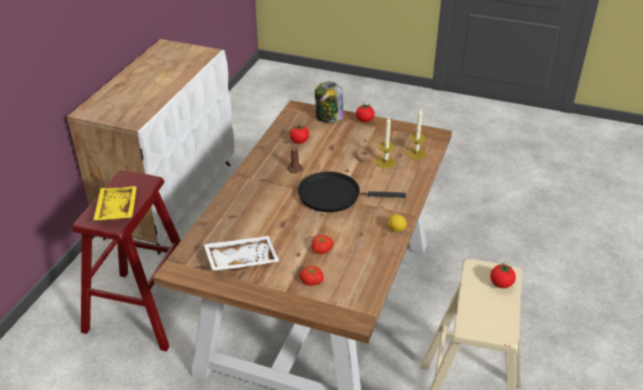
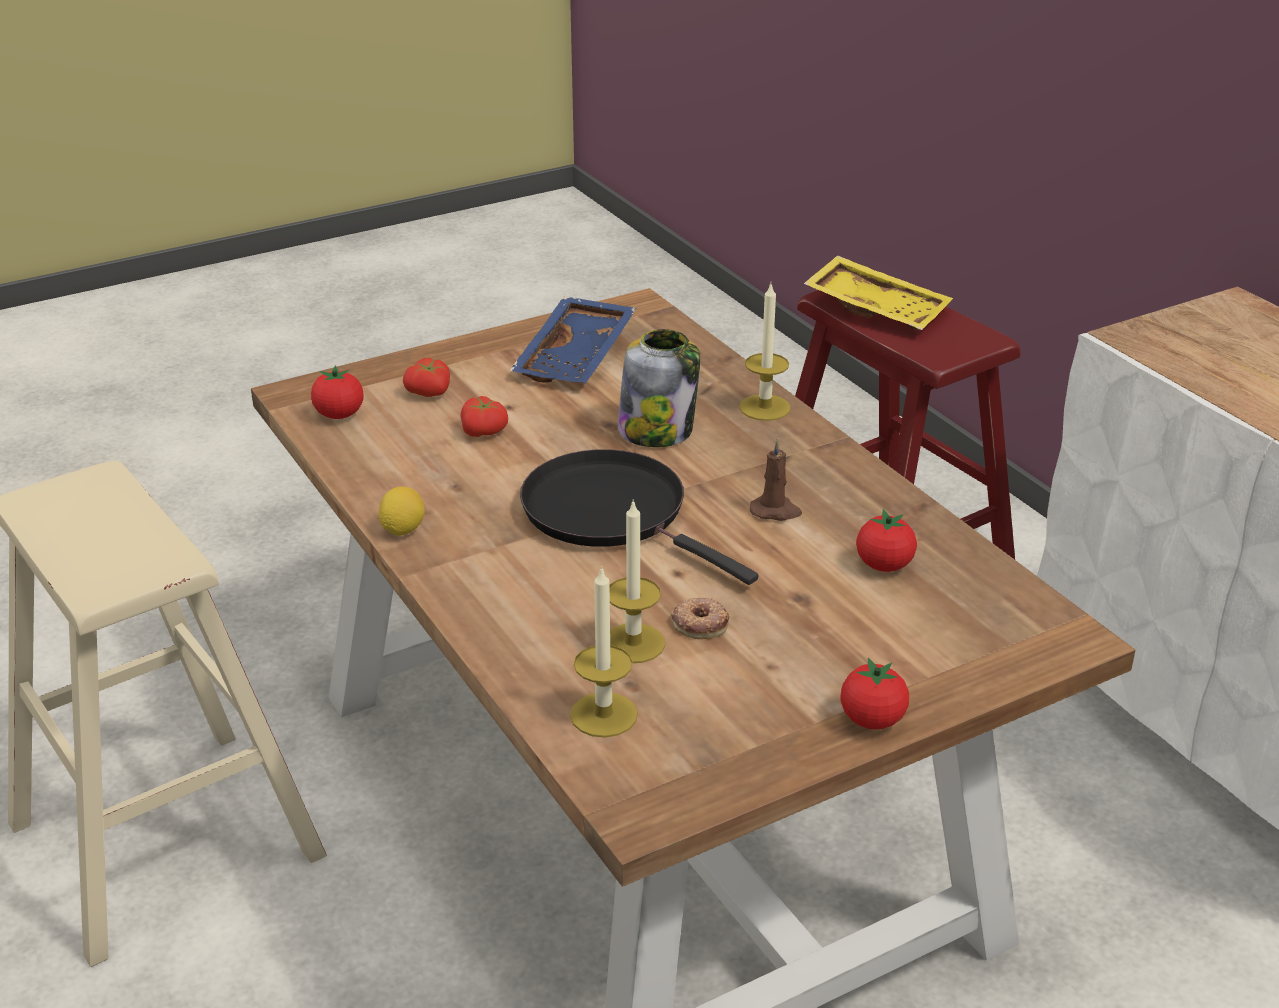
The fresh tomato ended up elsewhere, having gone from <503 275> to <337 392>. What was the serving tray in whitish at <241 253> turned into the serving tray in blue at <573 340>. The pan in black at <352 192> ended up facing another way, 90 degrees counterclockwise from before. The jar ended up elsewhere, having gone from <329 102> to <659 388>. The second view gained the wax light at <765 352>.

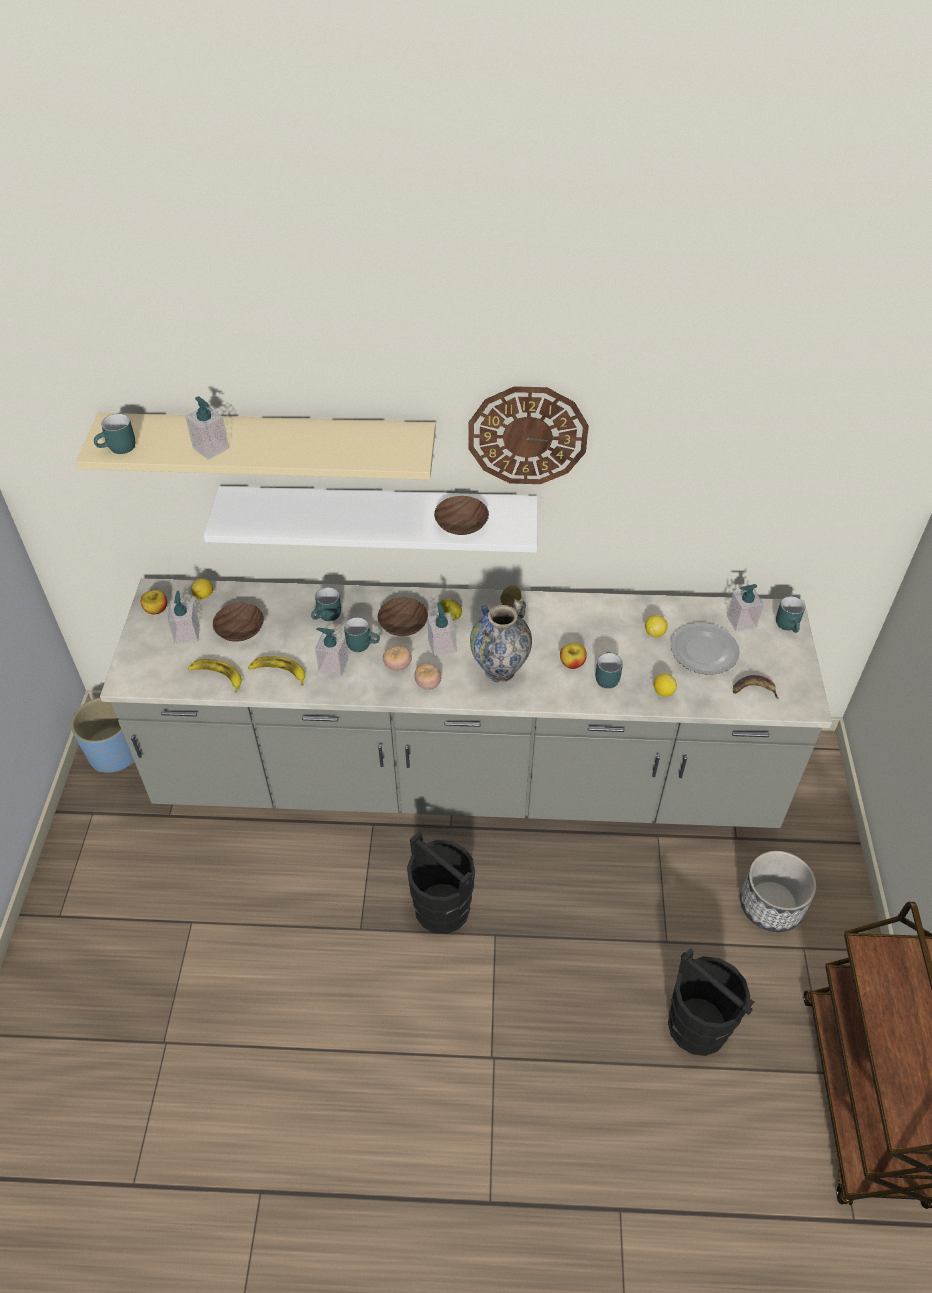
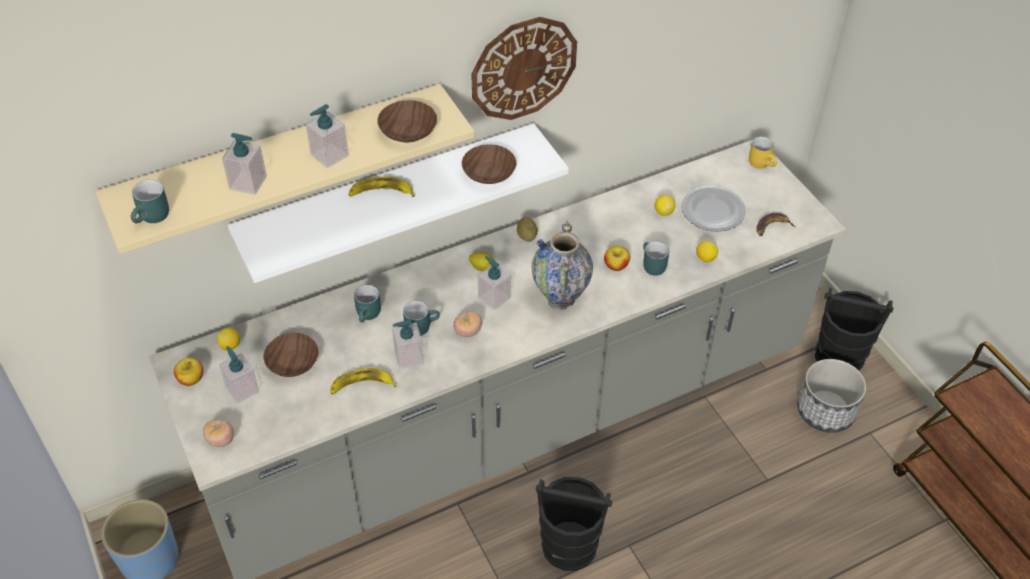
The fresh tomato ended up elsewhere, having gone from <427 676> to <218 433>. The soap bottle ended up elsewhere, having gone from <745 608> to <327 136>. The whole banana ended up elsewhere, having gone from <215 676> to <382 186>. The serving bowl in brownish ended up elsewhere, having gone from <403 617> to <407 121>. What was the tea mug in turquoise-coloured at <790 614> turned into the tea mug in yellow at <763 152>. The pail in black ended up elsewhere, having gone from <711 1002> to <854 329>.

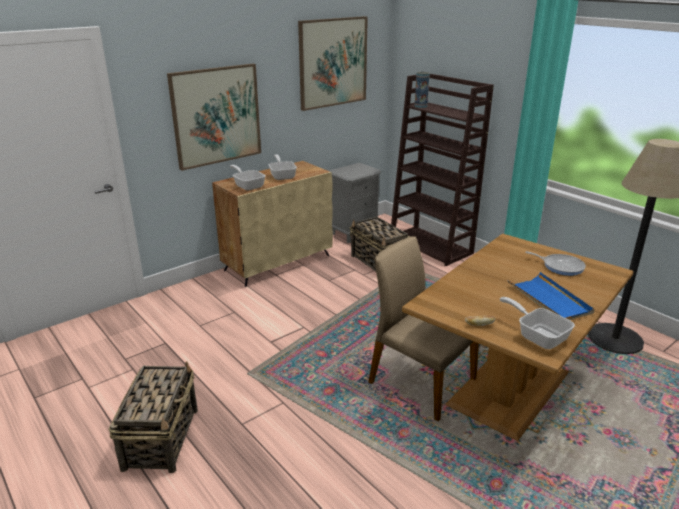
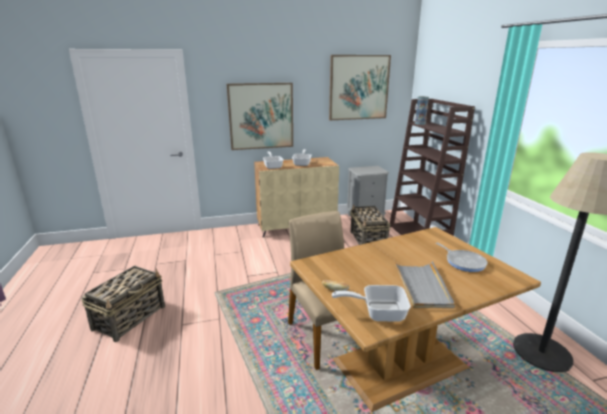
The pan at <537 323> ended up facing another way, 75 degrees counterclockwise from before. What was the serving tray in blue at <551 296> turned into the serving tray in gray at <424 284>.

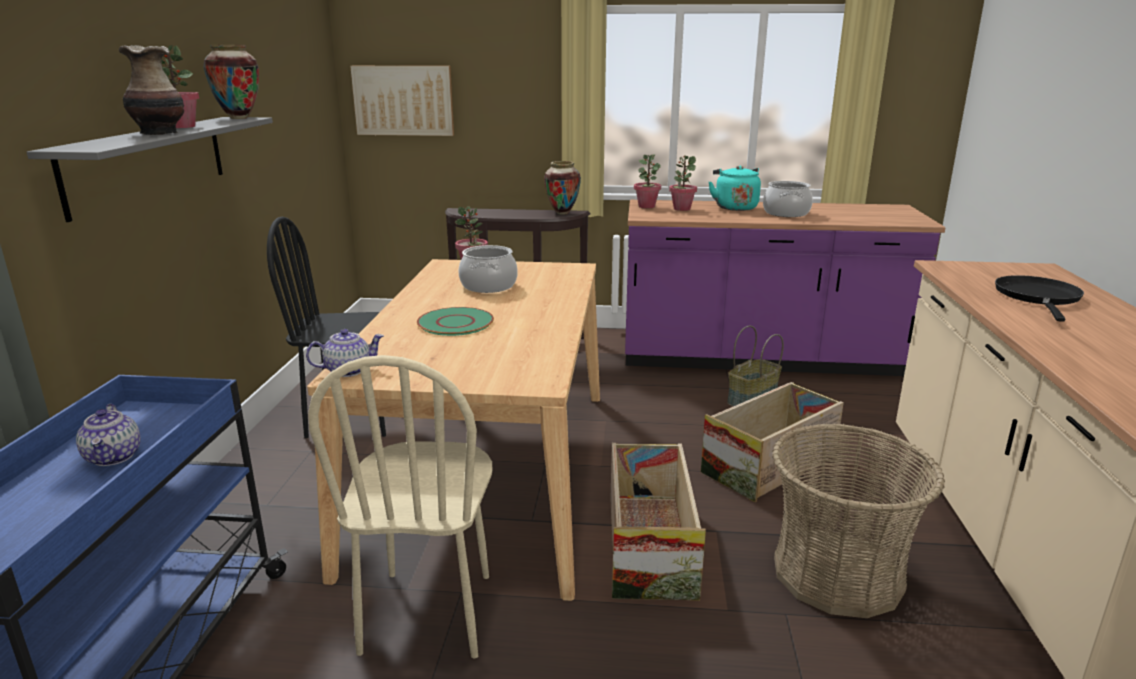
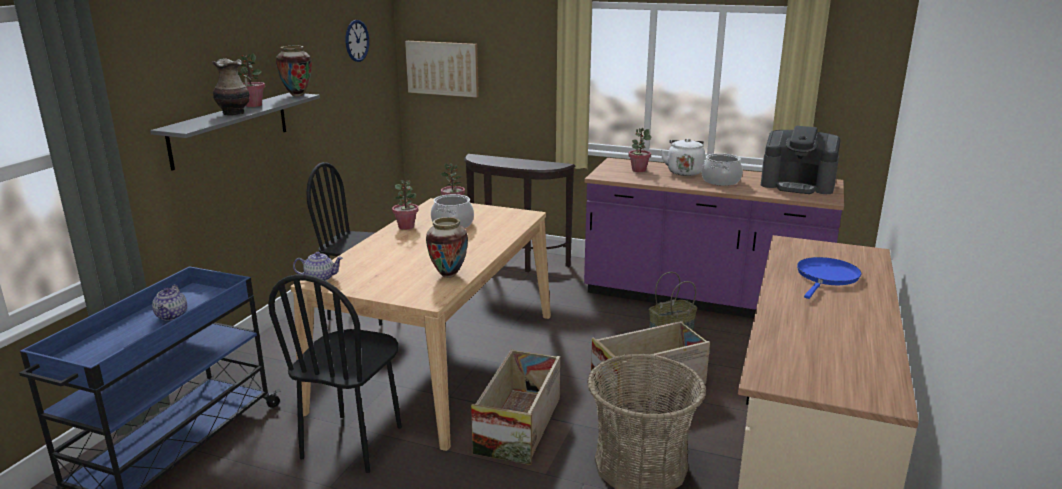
What was the upright chair in beige at <400 506> turned into the upright chair in black at <335 373>. The second view gained the hanging clock at <357 41>. The potted plant ended up elsewhere, having gone from <647 181> to <405 205>. The vase ended up elsewhere, having gone from <562 187> to <447 247>. What was the kettle in turquoise-coloured at <735 188> turned into the kettle in whitish at <683 157>. The second view gained the coffee maker at <800 160>. What was the pan in black at <1039 298> turned into the pan in blue at <829 278>. The second view lost the plate in green at <455 321>.

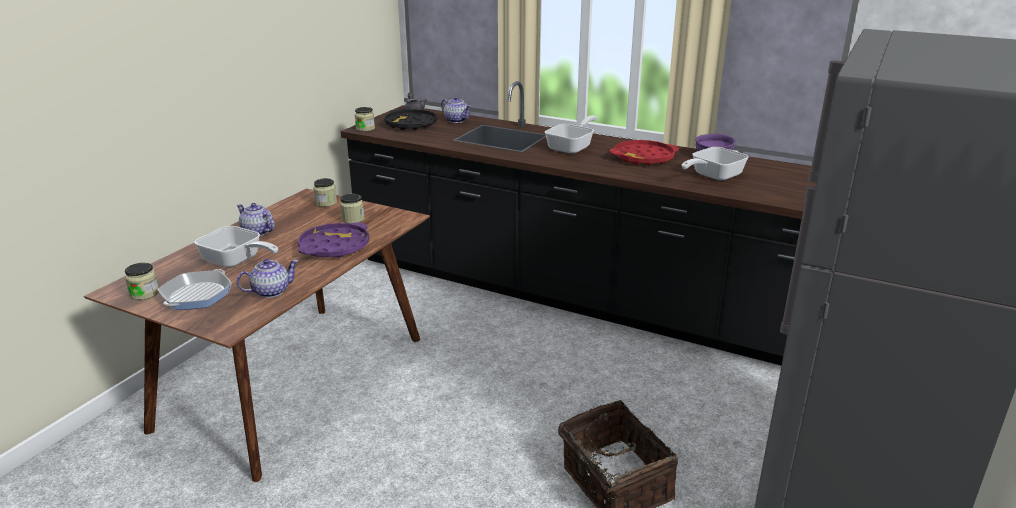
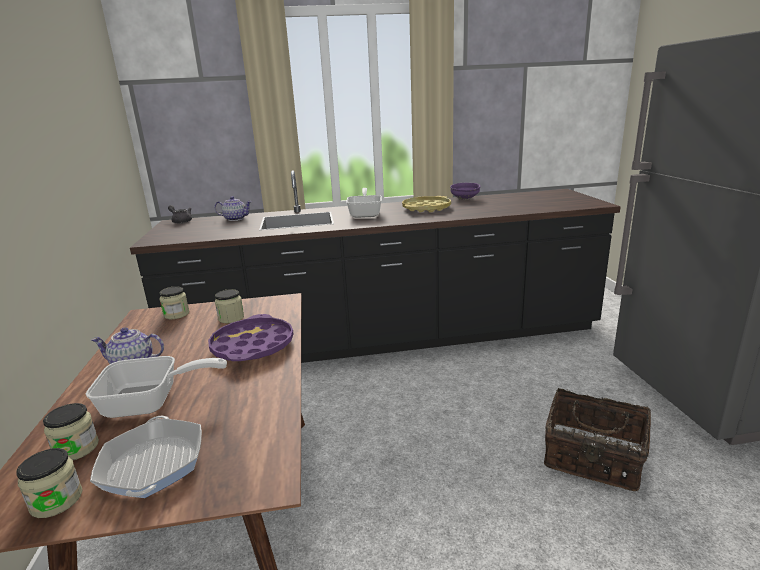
The jar ended up elsewhere, having gone from <365 119> to <71 431>. What was the serving tray in reddish at <644 153> turned into the serving tray in yellow at <426 204>. The second view lost the teapot at <267 278>. The second view lost the serving tray in black at <410 119>. The second view lost the pan at <715 164>.

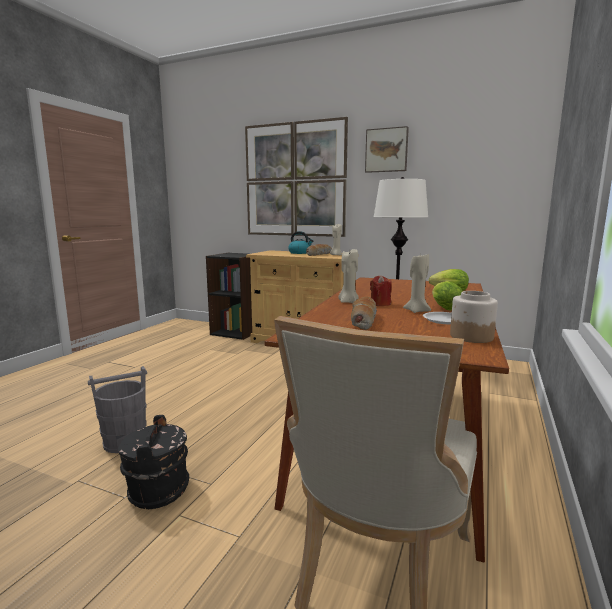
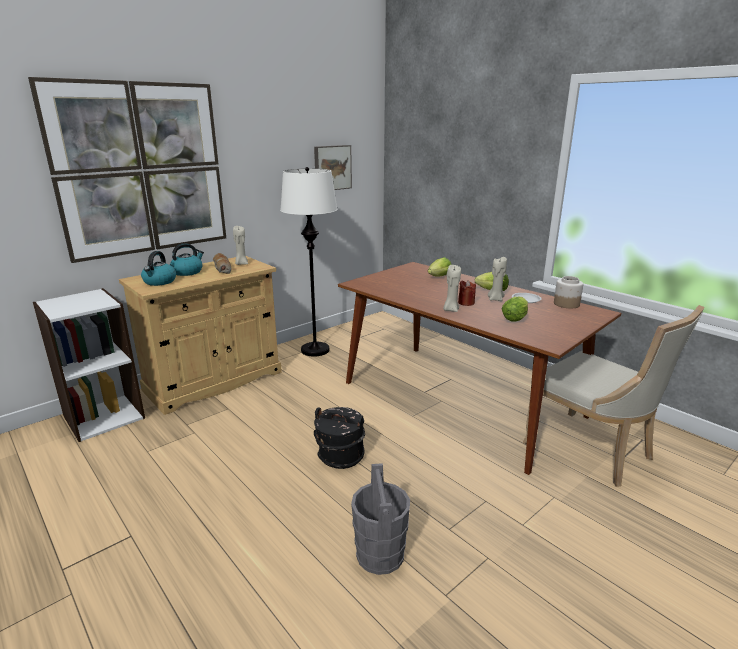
What was the shelving unit in black at <229 296> turned into the shelving unit in whitish at <89 365>. The second view gained the kettle at <158 268>. The pail in black ended up elsewhere, having gone from <153 462> to <339 438>. The wall picture ended up elsewhere, having gone from <387 149> to <333 167>. Where the bakery bread stood at <364 313>, the head of lettuce came to stand at <515 309>.

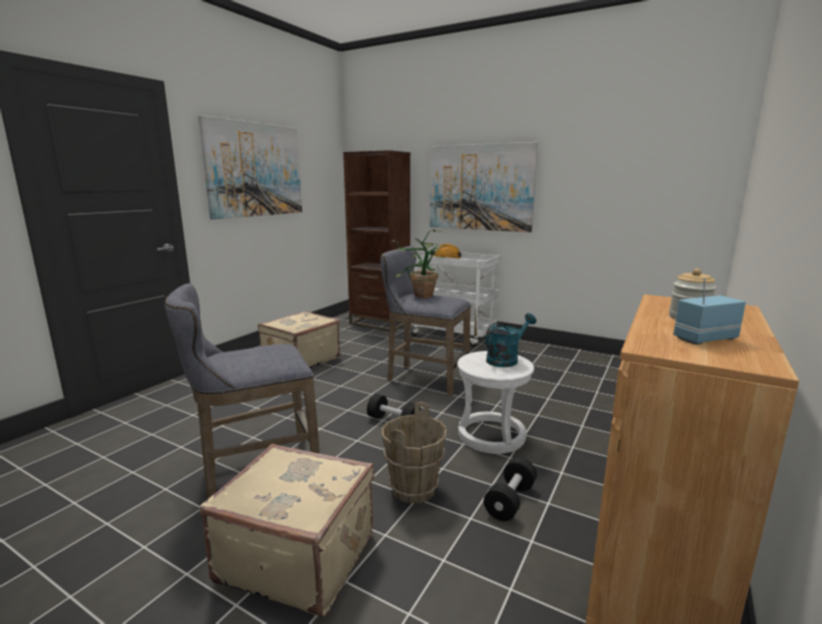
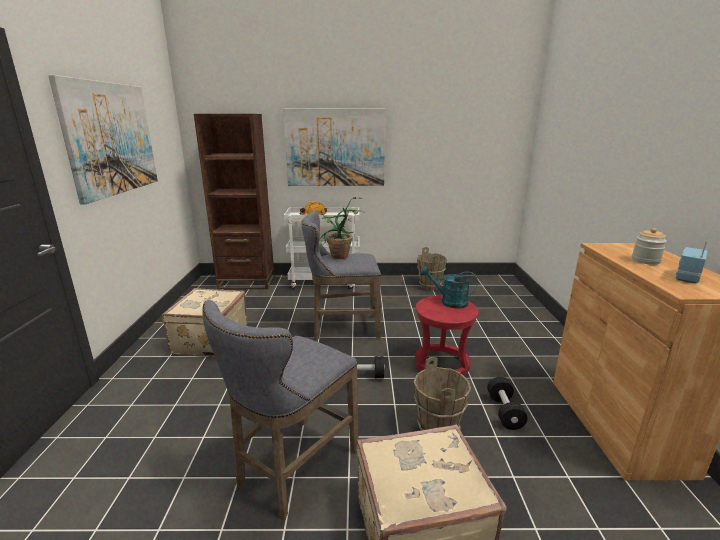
What was the stool in whitish at <495 402> turned into the stool in reddish at <447 336>. The second view gained the pail in brownish at <432 269>. The watering pot in turquoise-coloured at <511 340> ended up facing another way, 90 degrees counterclockwise from before.

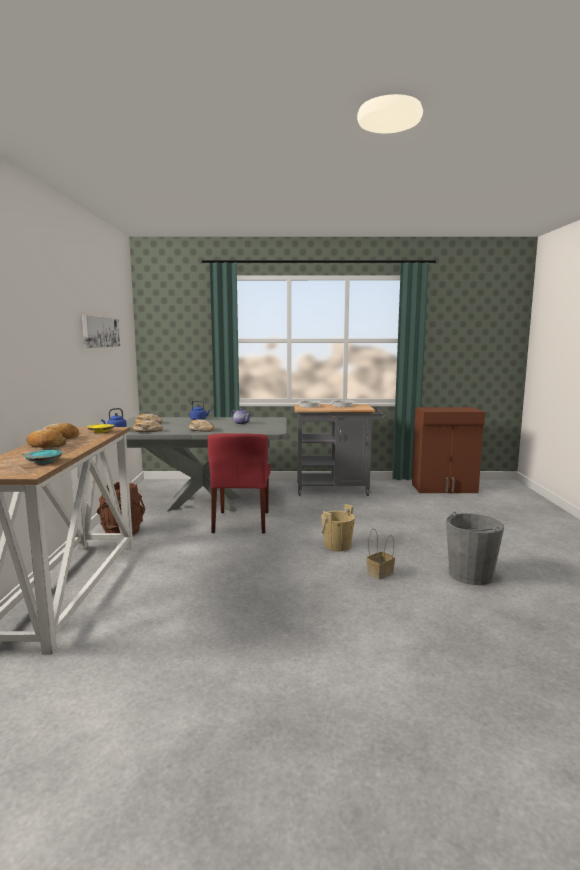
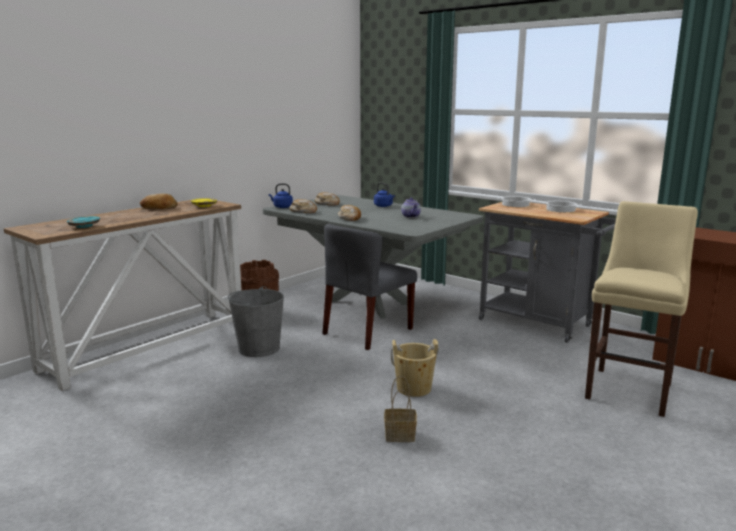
The pail in gray ended up elsewhere, having gone from <475 548> to <255 321>. What was the upright chair in reddish at <239 483> turned into the upright chair in gray at <369 287>. The second view gained the stool in beige at <641 309>. The second view lost the bakery bread at <46 438>. The second view lost the wall picture at <101 331>.

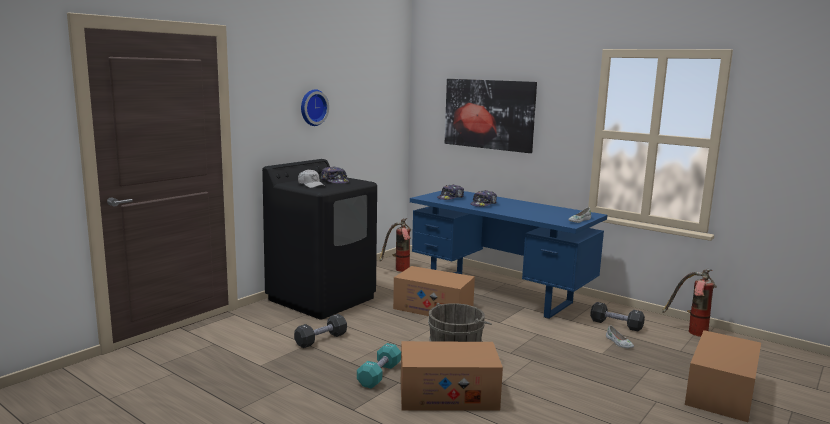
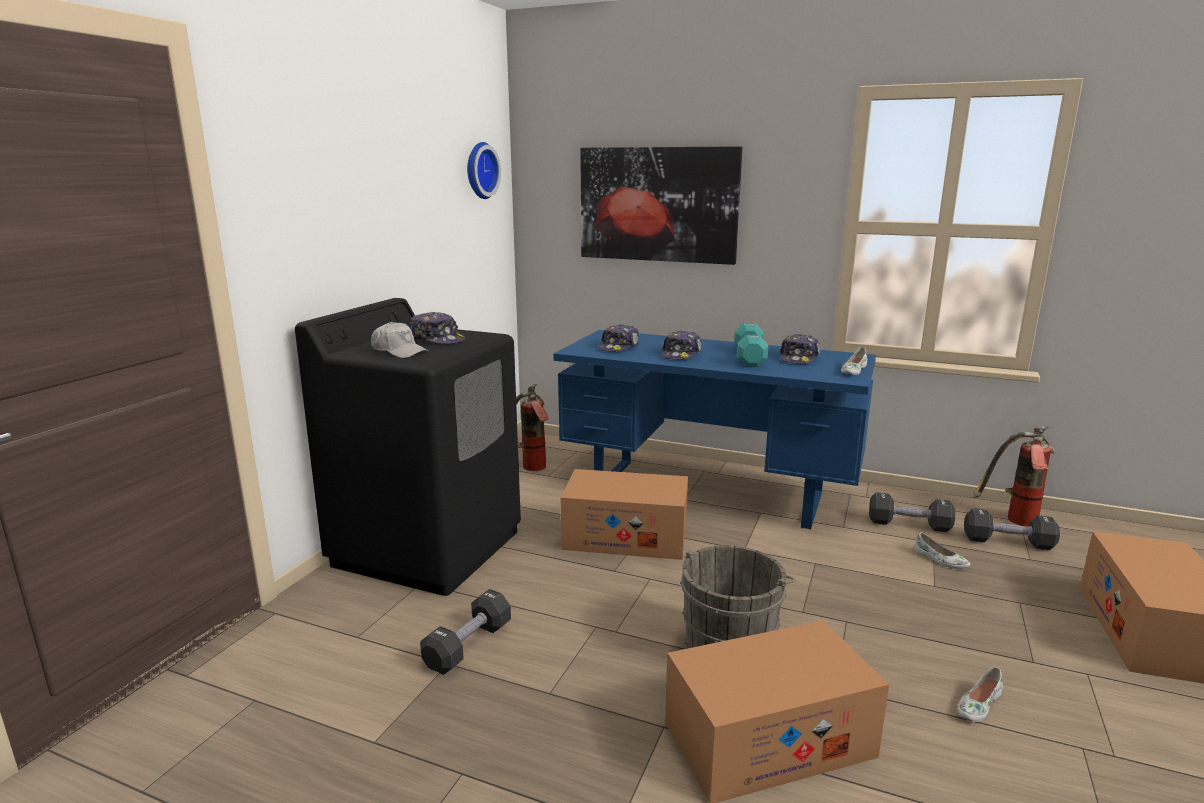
The hanging clock ended up elsewhere, having gone from <315 107> to <484 170>. The hand weight in turquoise-coloured ended up elsewhere, having gone from <379 366> to <751 345>. The second view gained the baseball cap at <800 349>. The second view gained the item of footwear in whitish at <980 694>. The second view gained the hand weight in black at <1012 529>.

